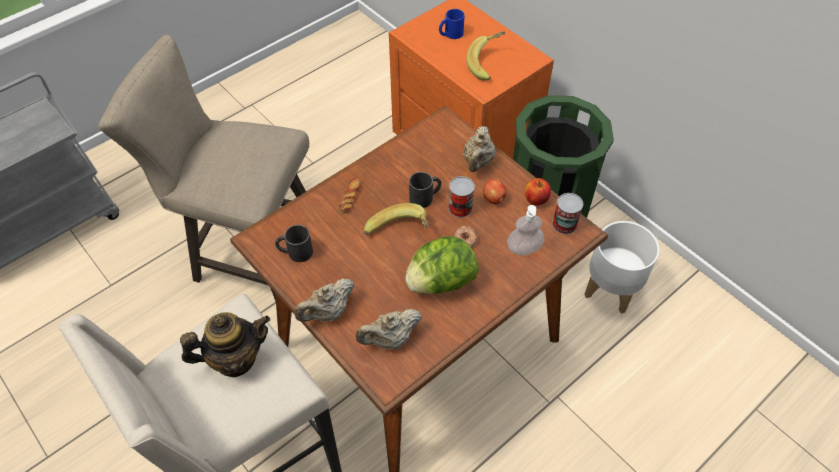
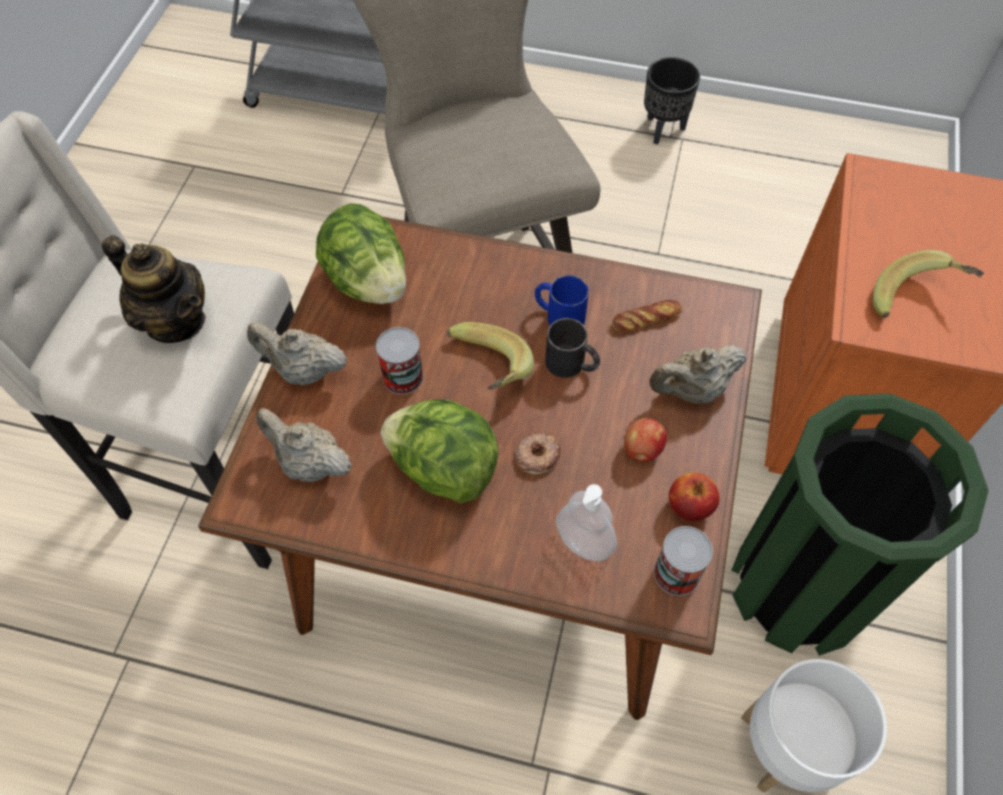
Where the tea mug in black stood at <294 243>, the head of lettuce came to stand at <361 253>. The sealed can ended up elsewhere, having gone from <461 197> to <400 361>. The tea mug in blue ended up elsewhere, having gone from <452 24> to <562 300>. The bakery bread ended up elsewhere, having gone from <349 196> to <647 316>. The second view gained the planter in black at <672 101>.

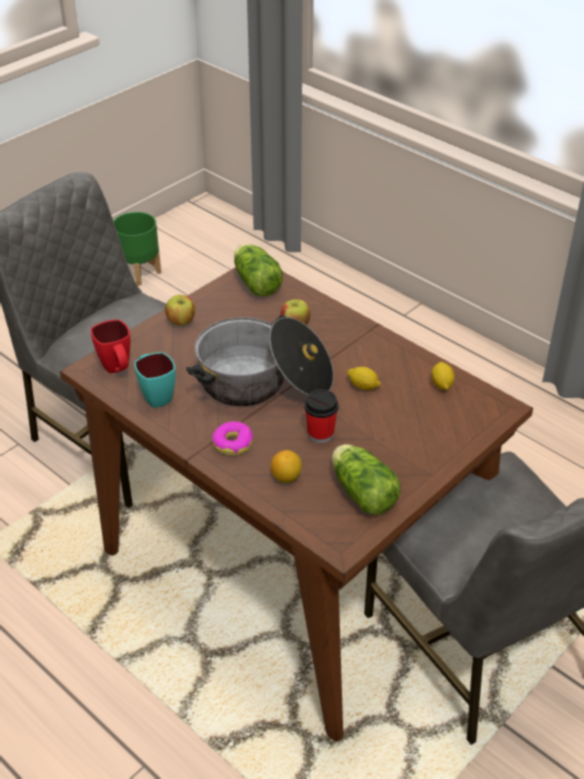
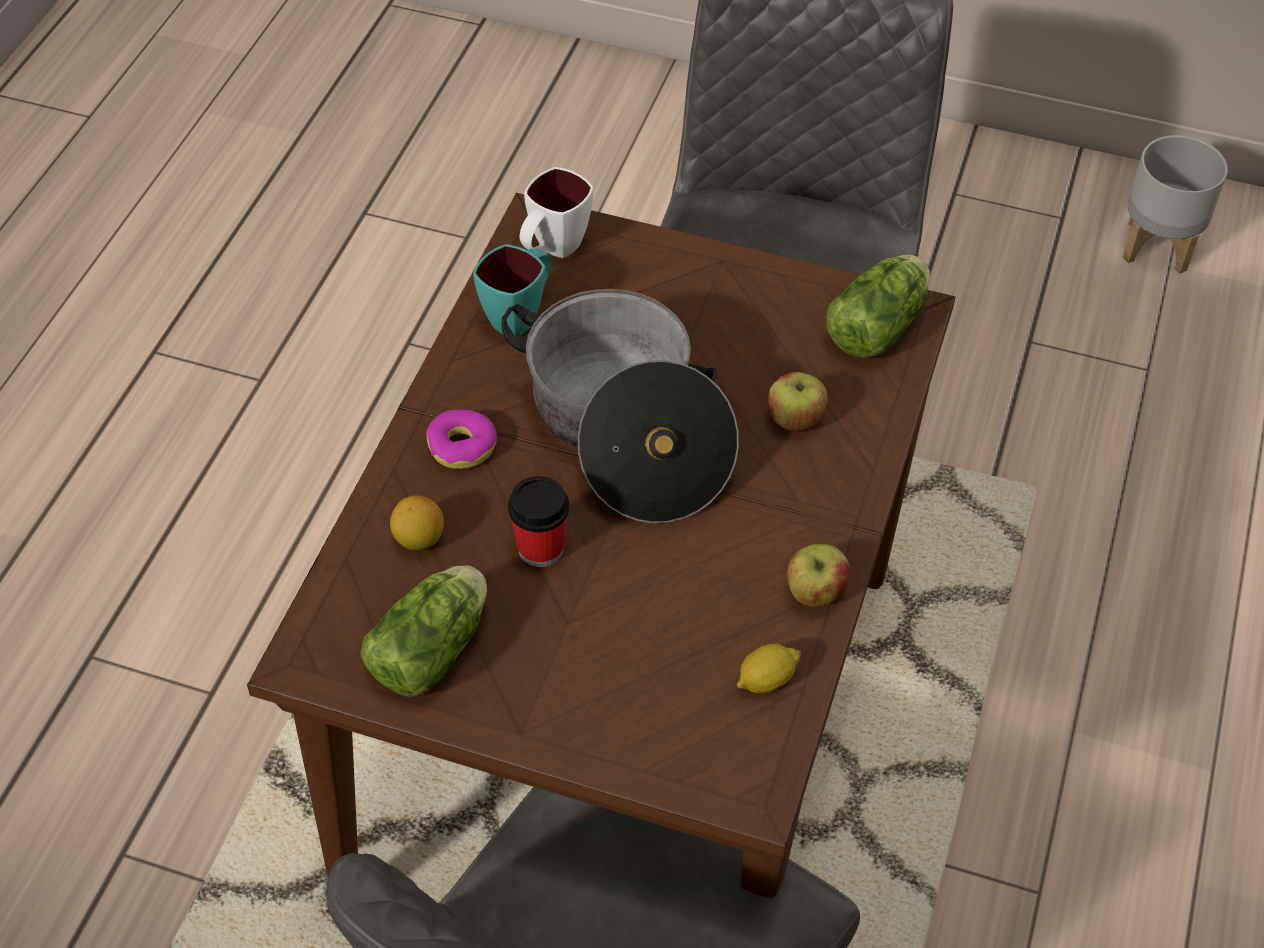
What was the tea mug in reddish at <110 346> turned into the tea mug in whitish at <556 212>. The whole apple ended up elsewhere, having gone from <180 310> to <818 575>. What was the planter in green at <137 249> turned into the planter in gray at <1175 204>. The second view lost the citrus fruit at <364 378>.

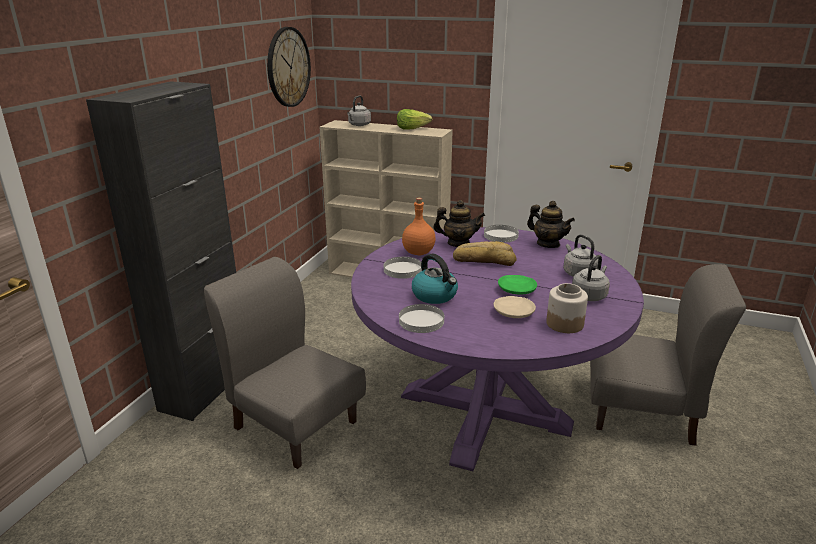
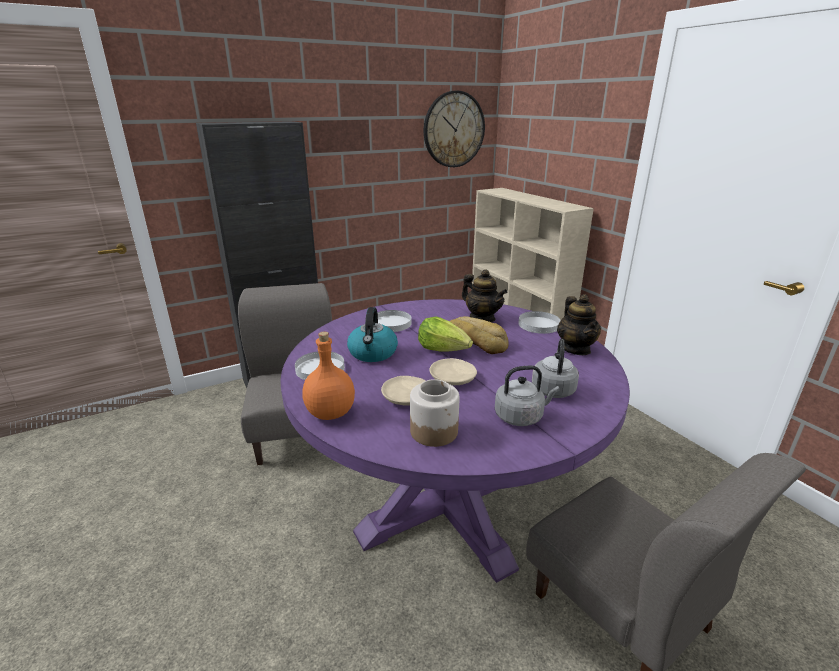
The drink bottle in orangey ended up elsewhere, having gone from <419 226> to <328 375>. The head of lettuce ended up elsewhere, having gone from <414 119> to <445 334>. What was the plate in green at <517 284> turned into the plate in beige at <453 371>. The second view lost the kettle in gray at <359 111>.

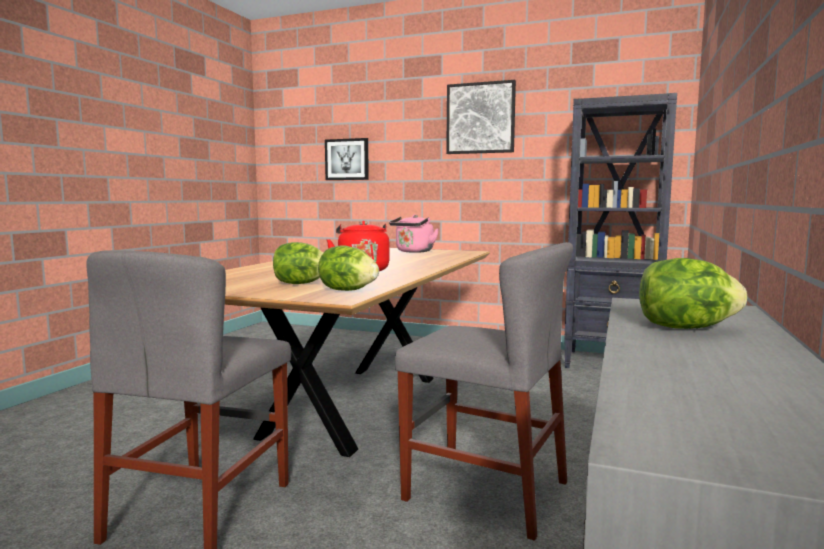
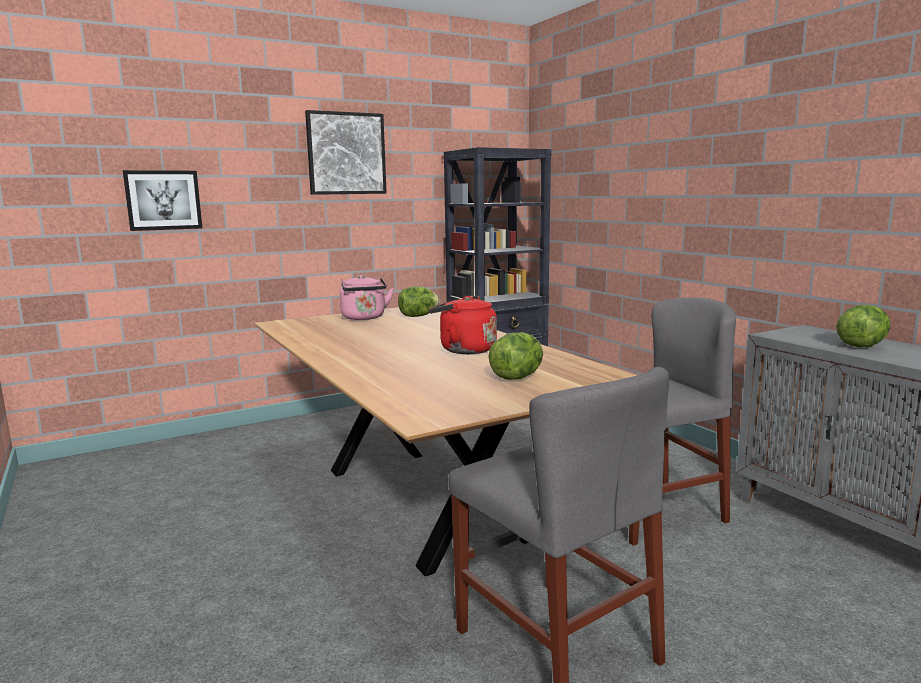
The head of lettuce ended up elsewhere, having gone from <348 268> to <419 301>.

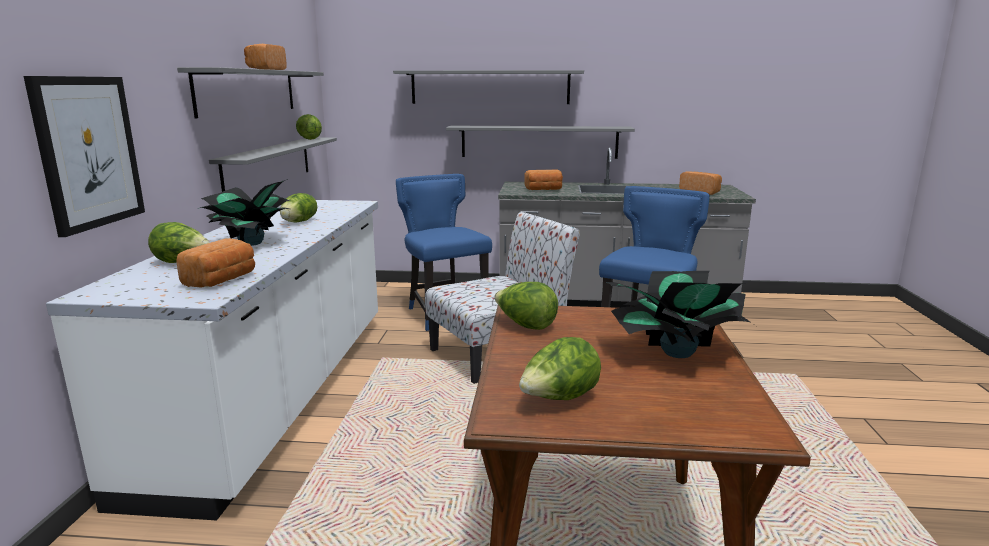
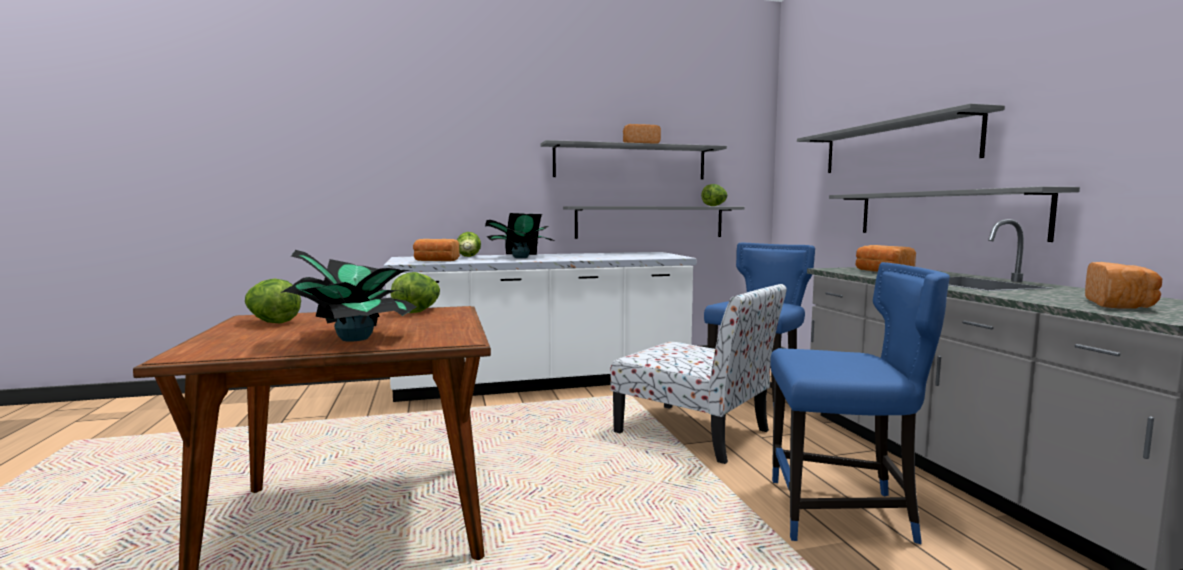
The second view lost the wall picture at <84 156>. The second view lost the head of lettuce at <298 207>.

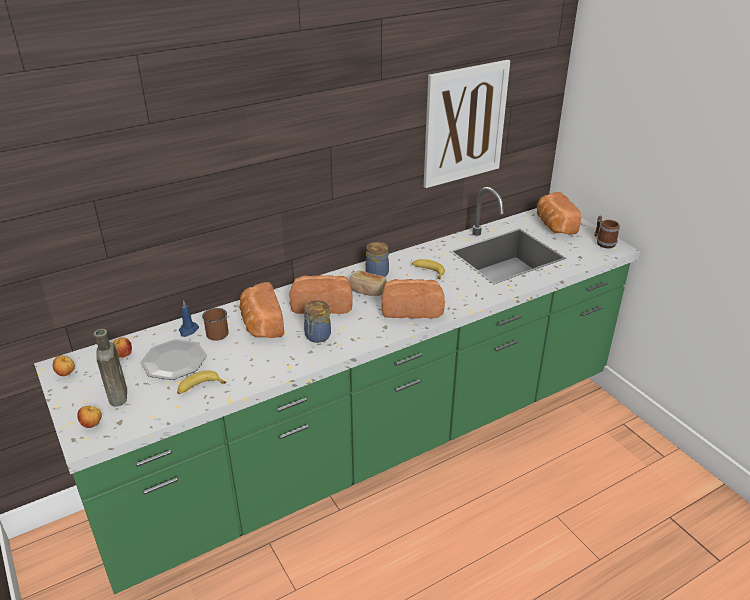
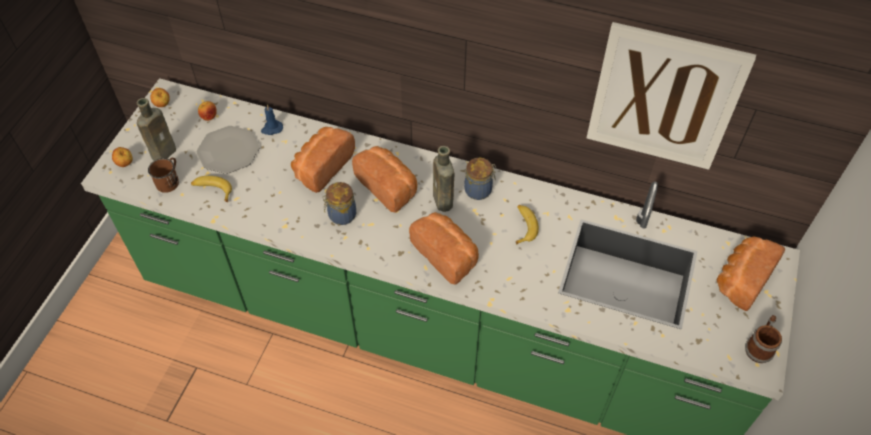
The tea mug in brownish ended up elsewhere, having gone from <215 324> to <163 175>. Where the bakery bread stood at <367 283>, the drink bottle in brownish came to stand at <444 179>.

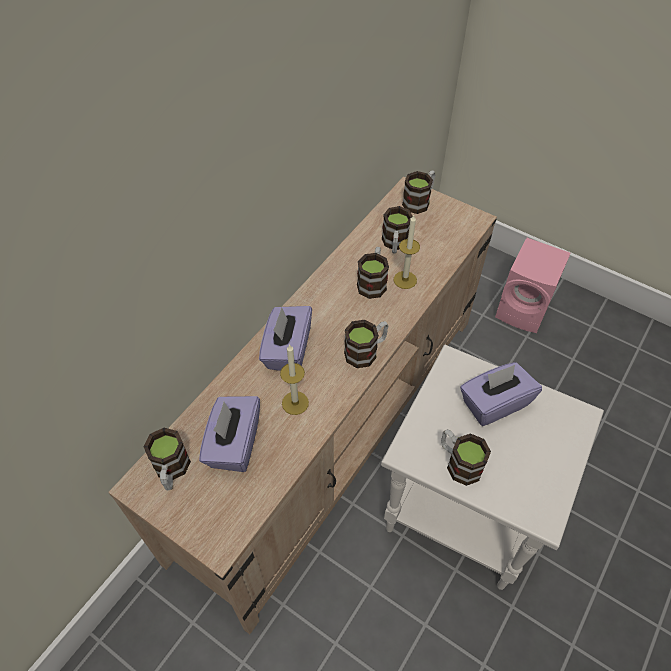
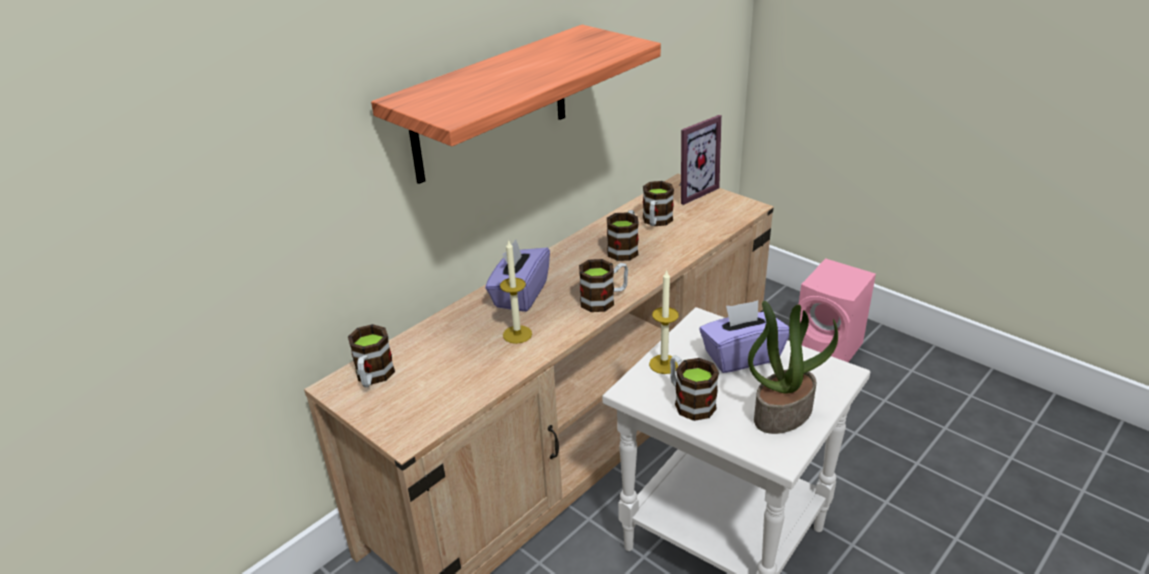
The second view gained the shelf at <516 104>. The wax light ended up elsewhere, having gone from <407 252> to <664 321>. Where the tea mug stood at <418 192>, the standing frame came to stand at <700 160>. The second view gained the potted plant at <793 367>. The second view lost the box of tissues in purple at <229 434>.

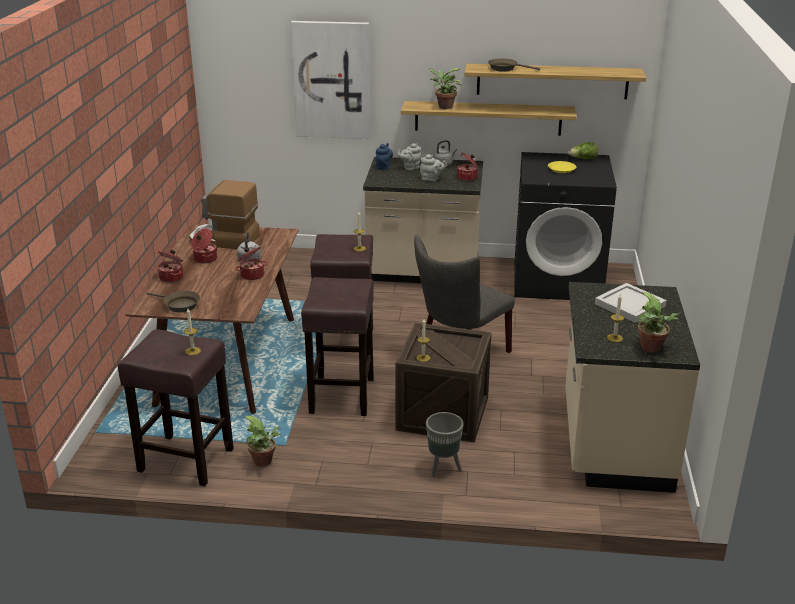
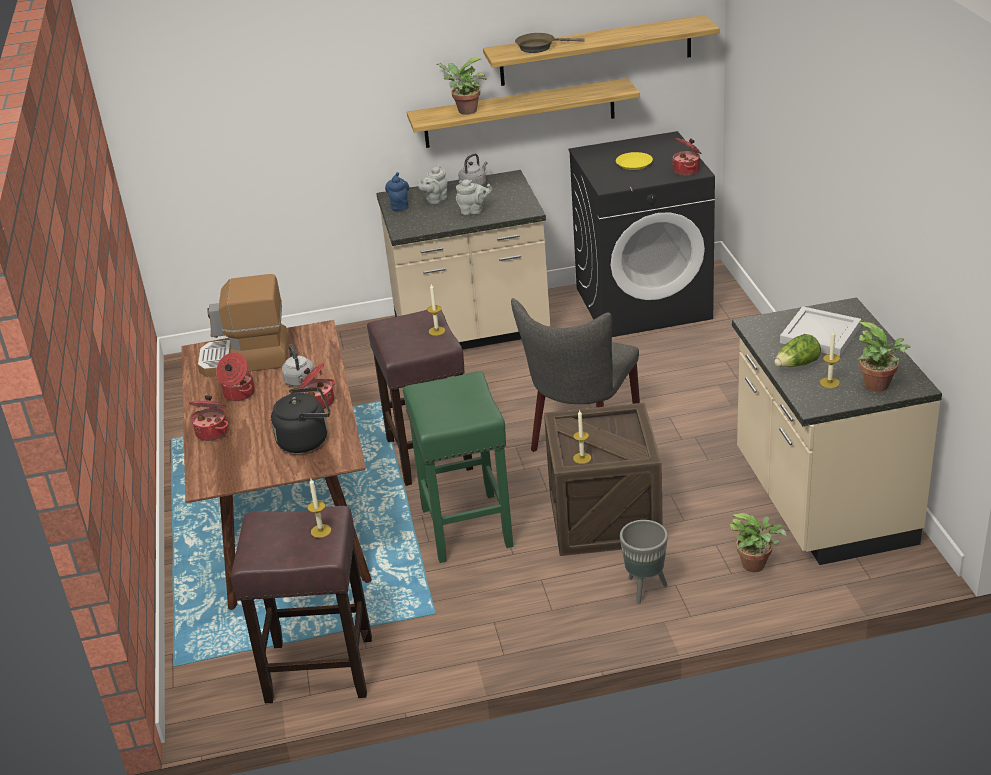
The second view gained the kettle in black at <300 420>. What was the stool in brownish at <337 346> turned into the stool in green at <458 467>. The cooking pot ended up elsewhere, having gone from <467 166> to <686 157>. The potted plant ended up elsewhere, having gone from <262 441> to <758 542>. The head of lettuce ended up elsewhere, having gone from <583 150> to <797 350>. The second view lost the pan in brownish at <173 302>. The second view lost the wall picture at <331 80>.

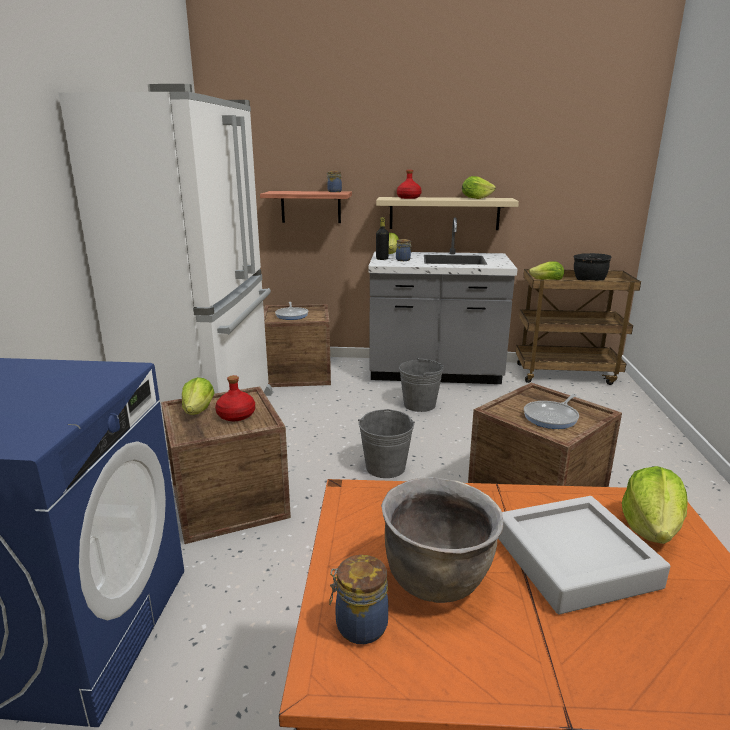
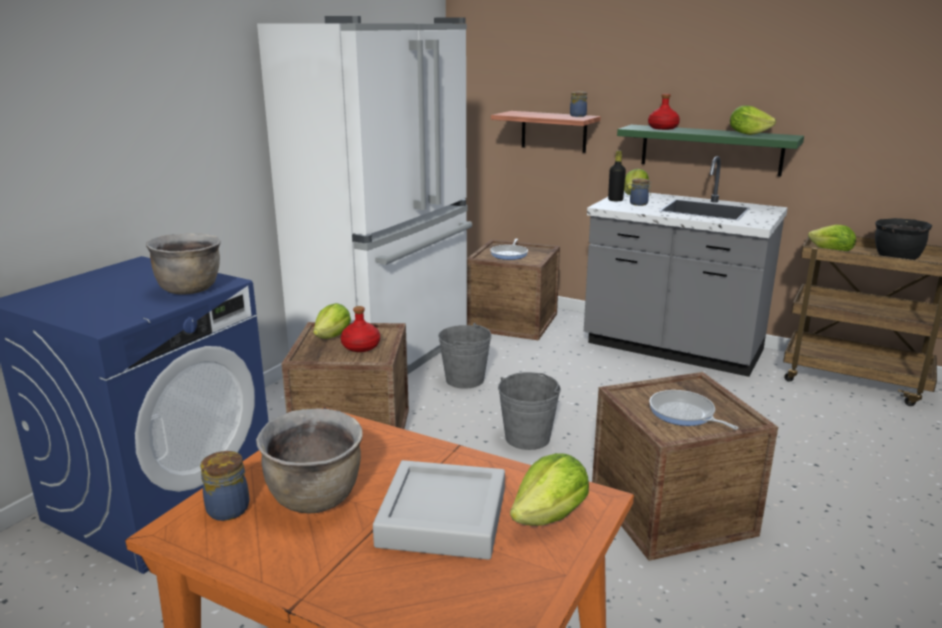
The second view gained the cooking pot in brownish at <183 264>. The pail in gray ended up elsewhere, having gone from <421 384> to <465 356>. What was the shelf in beige at <447 213> turned into the shelf in green at <710 151>. The pan at <551 411> ended up facing another way, 75 degrees clockwise from before.

